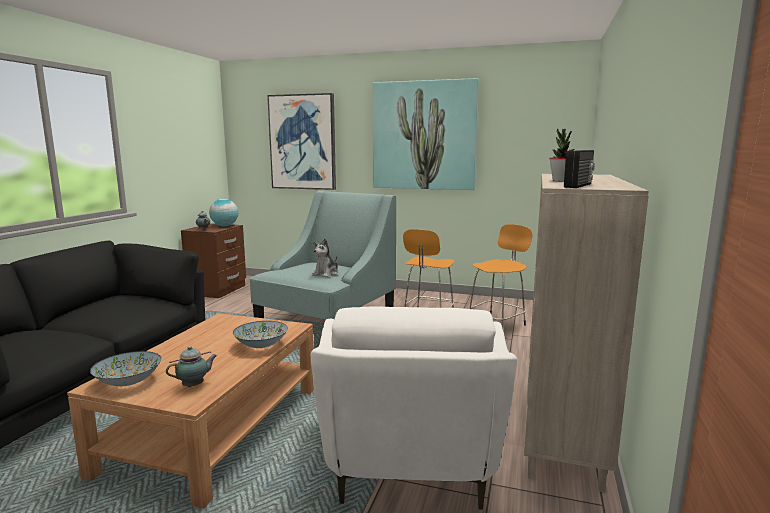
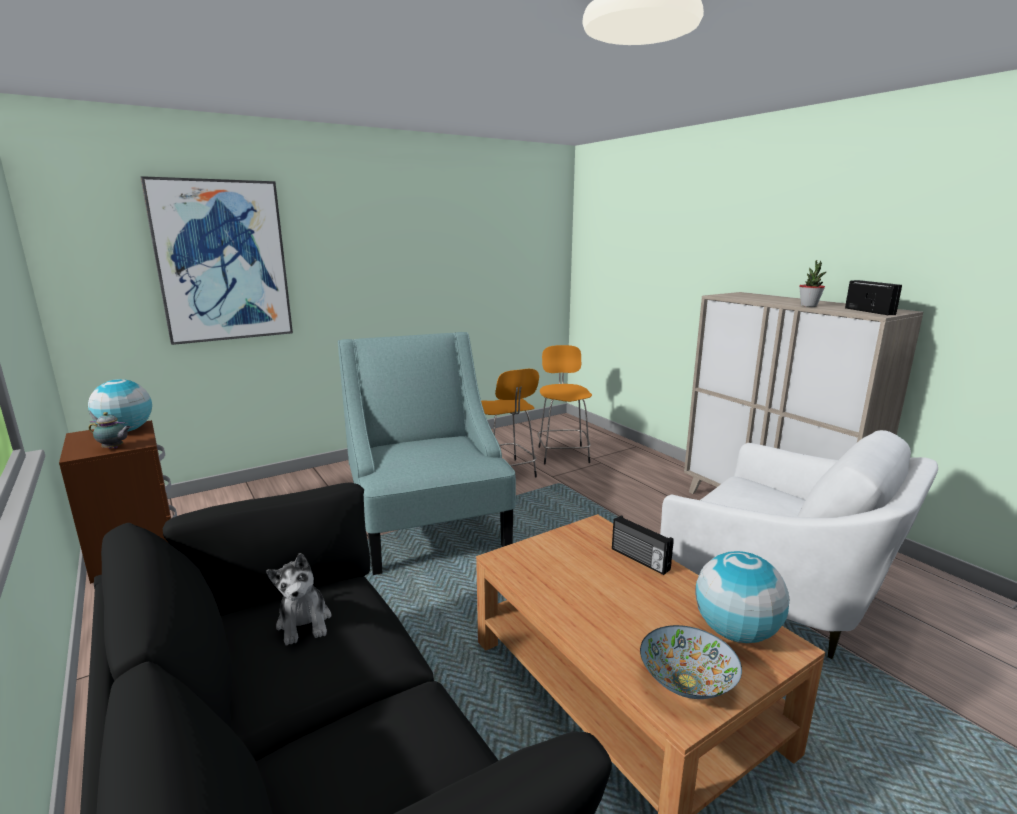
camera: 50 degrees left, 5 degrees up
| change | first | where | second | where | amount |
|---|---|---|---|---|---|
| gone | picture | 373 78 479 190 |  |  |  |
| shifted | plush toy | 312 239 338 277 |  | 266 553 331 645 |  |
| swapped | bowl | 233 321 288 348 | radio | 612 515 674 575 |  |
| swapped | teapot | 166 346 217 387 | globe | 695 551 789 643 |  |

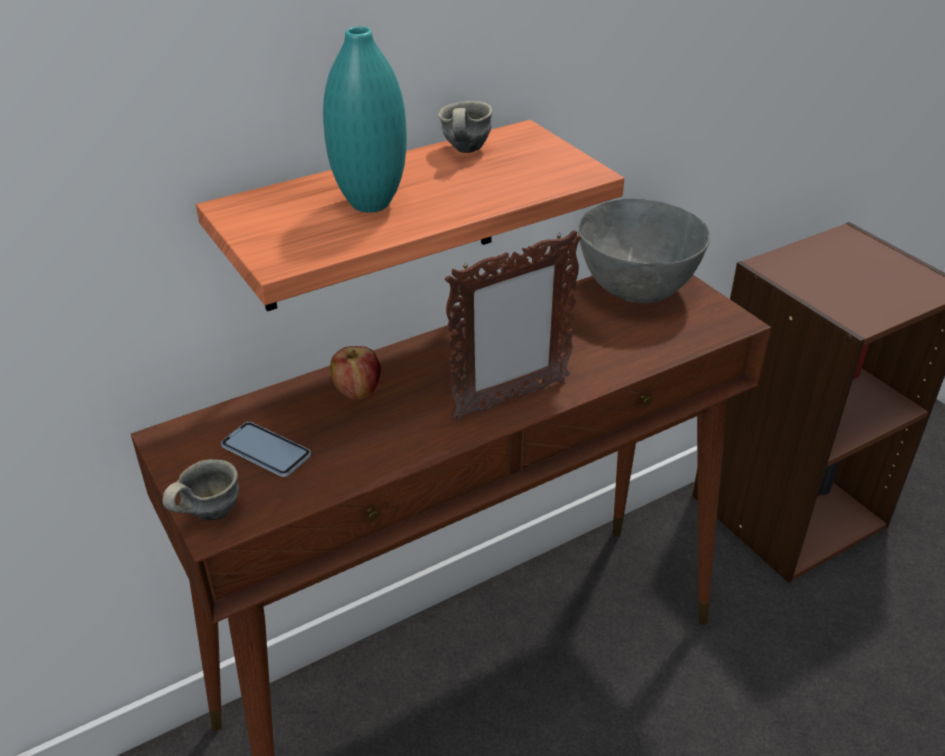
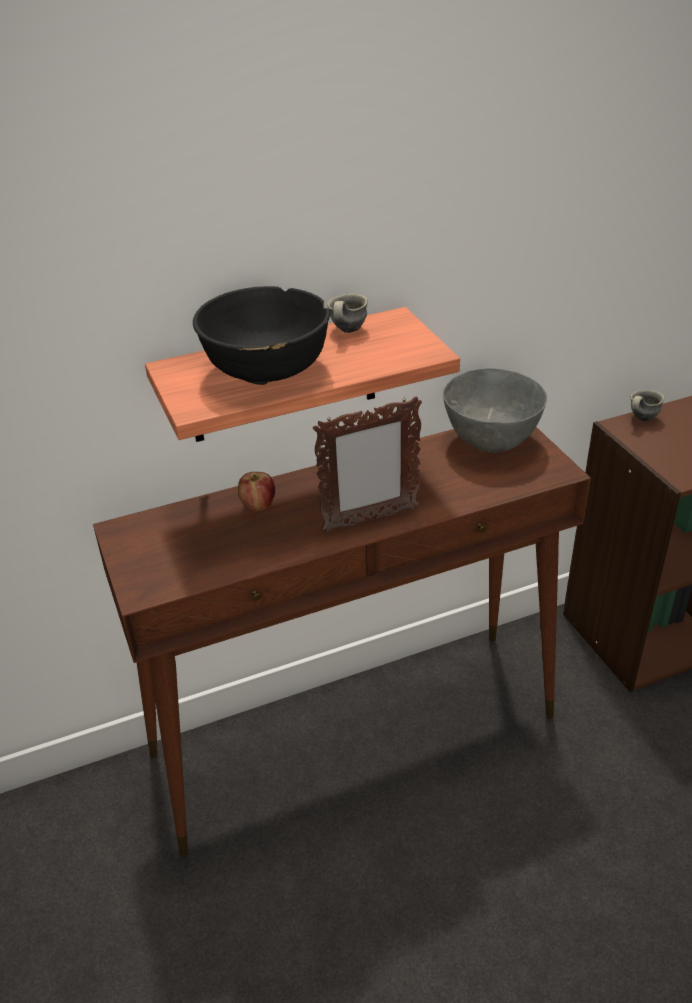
camera: 10 degrees right, 0 degrees up
| change | first | where | second | where | amount |
|---|---|---|---|---|---|
| swapped | turquoise vase | 323 26 407 213 | black bowl | 193 286 330 385 |  |
| gone | phone | 221 422 311 477 |  |  |  |
| shifted | grey mug | 163 459 239 520 |  | 631 390 665 421 |  |

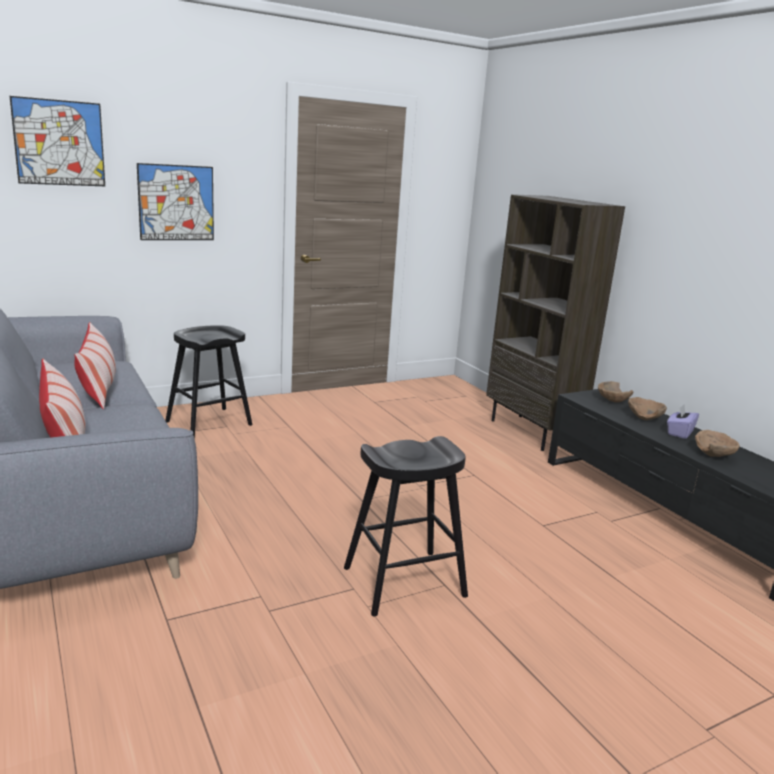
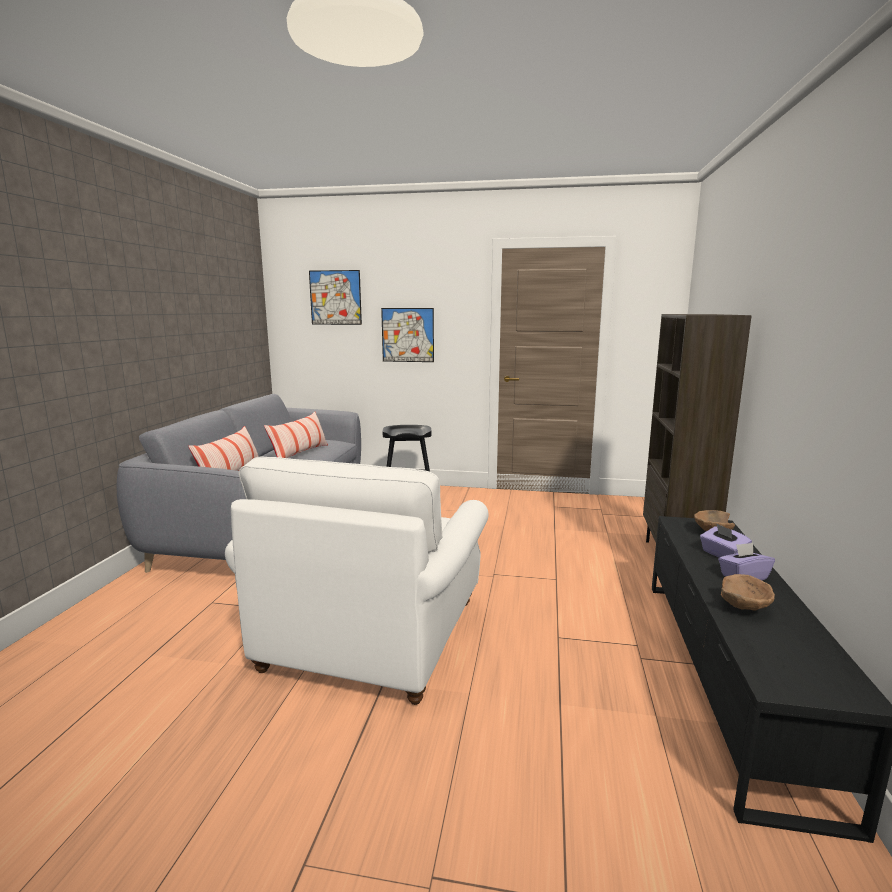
camera: 40 degrees right, 5 degrees down
| change | first | where | second | where | amount |
|---|---|---|---|---|---|
| swapped | brown bowl | 628 397 667 420 | purple tissue box | 700 524 752 558 |  |
| swapped | black stool | 344 436 468 616 | white armchair | 225 457 488 705 |  |

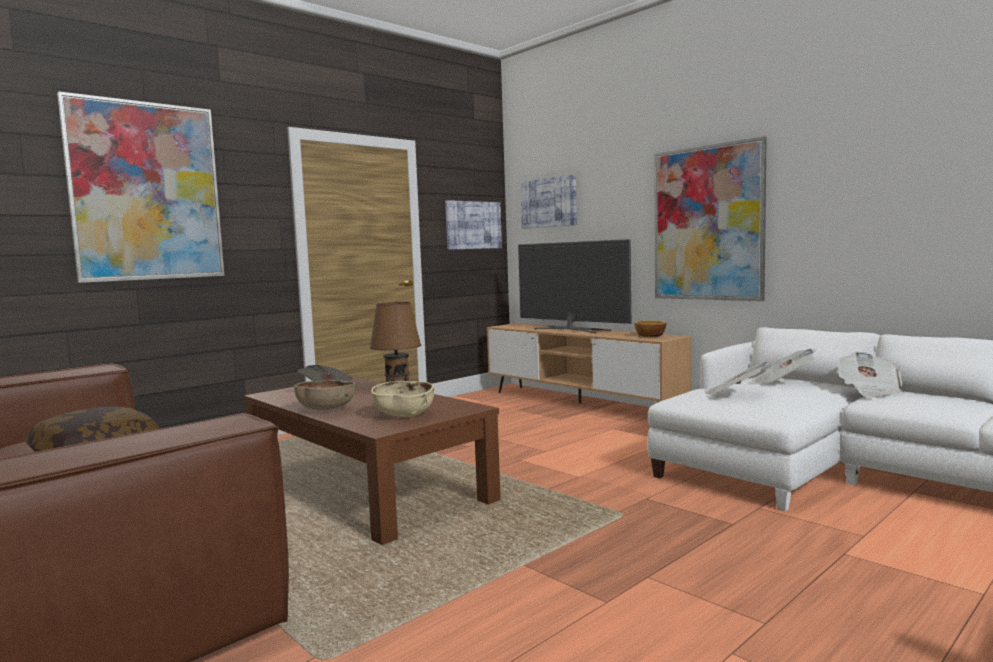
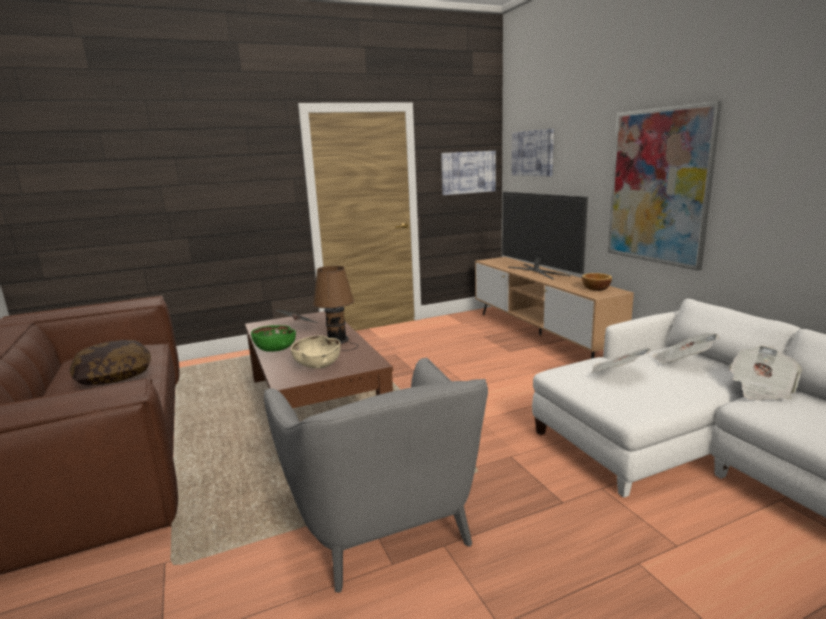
camera: 20 degrees right, 10 degrees up
| change | first | where | second | where | amount |
|---|---|---|---|---|---|
| gone | picture | 57 91 225 283 |  |  |  |
| repainted | brown bowl | 294 380 355 411 | green bowl | 251 325 296 352 |  |
| new |  |  | grey armchair | 264 358 488 592 |  |

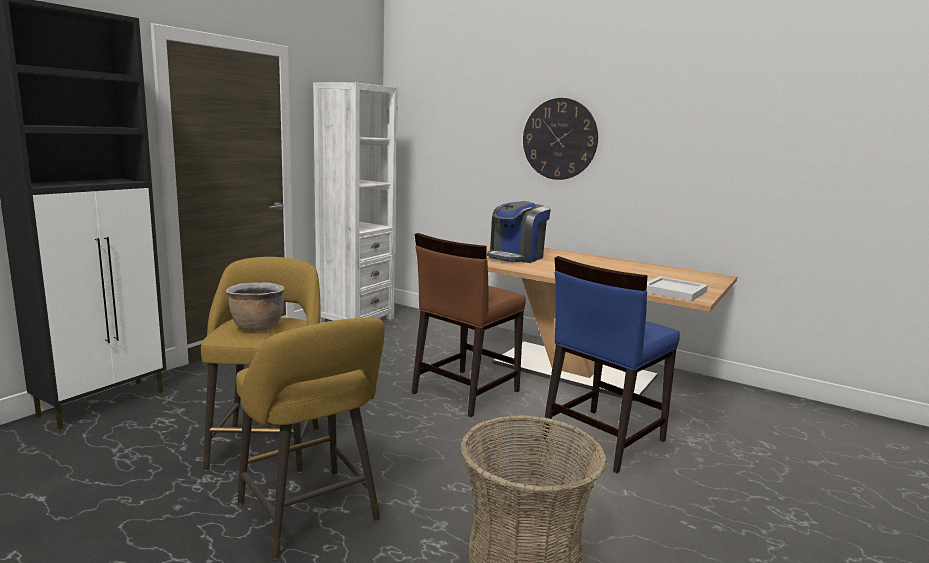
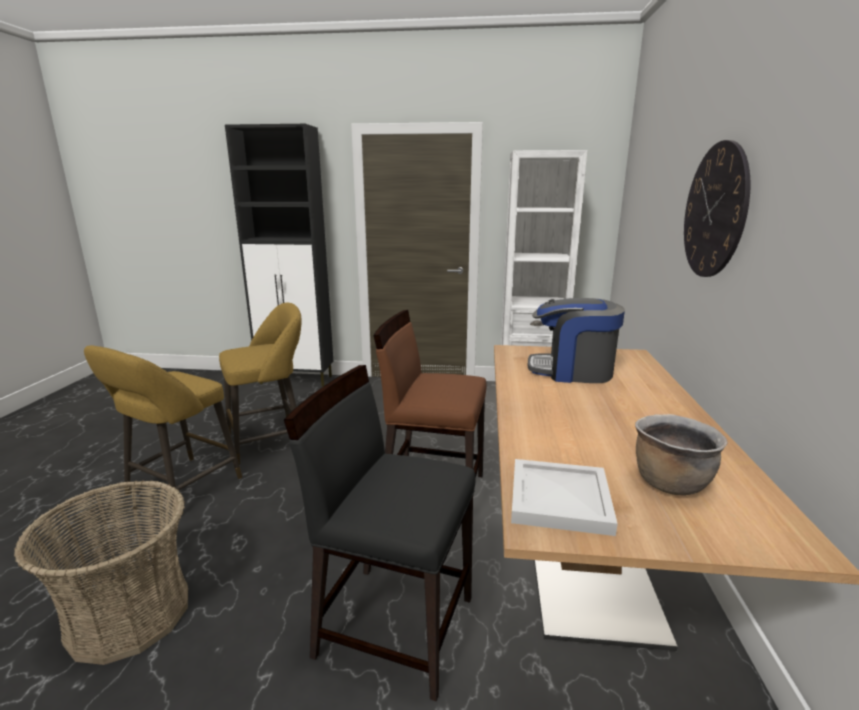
camera: 65 degrees right, 5 degrees up
| change | first | where | second | where | amount |
|---|---|---|---|---|---|
| repainted | blue chair | 542 256 680 473 | black chair | 284 365 476 702 |  |
| shifted | brown cooking pot | 226 282 285 331 |  | 635 414 728 495 |  |

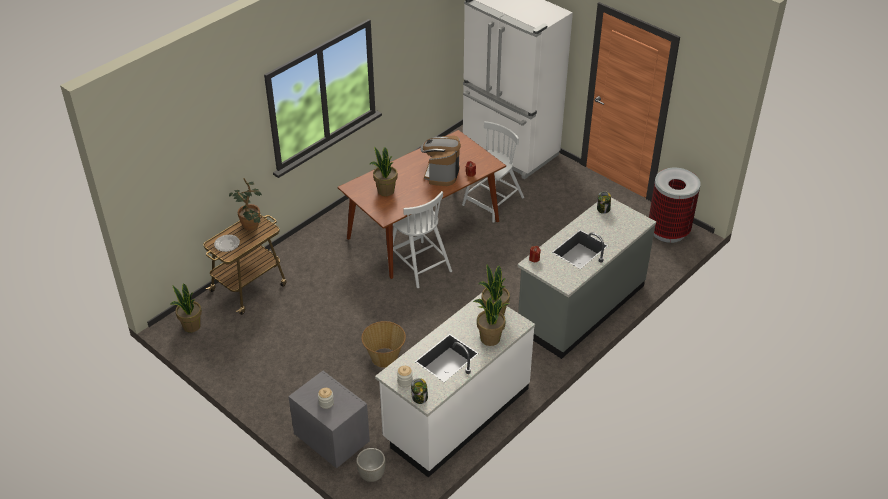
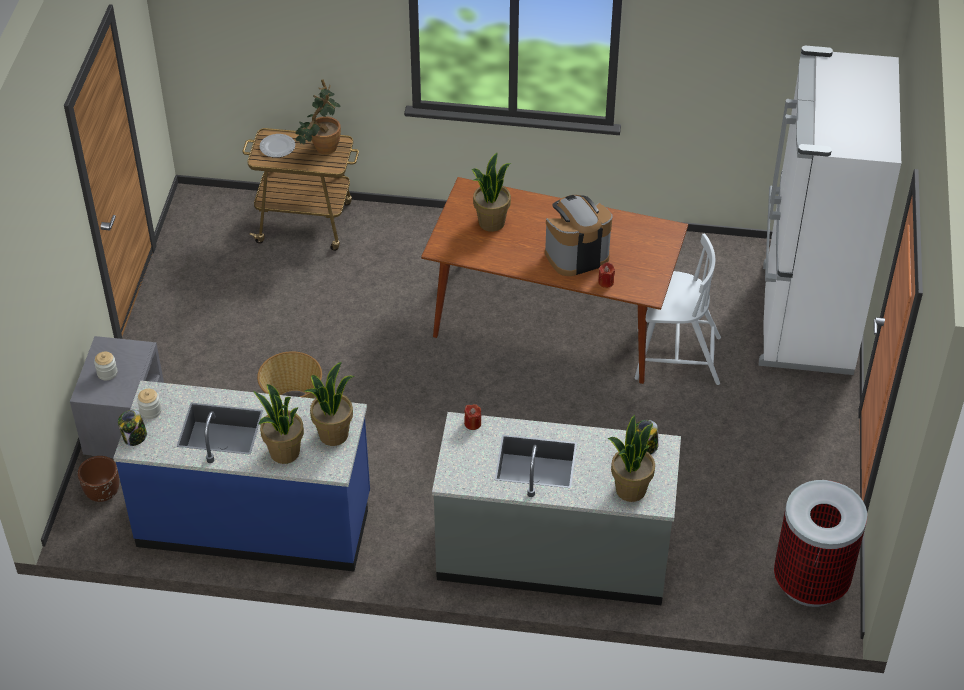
camera: 55 degrees right, 5 degrees up
| change | first | where | second | where | amount |
|---|---|---|---|---|---|
| gone | white chair | 387 191 452 288 |  |  |  |
| shifted | potted plant | 170 283 202 333 |  | 608 414 655 502 |  |
| repainted | white counter | 375 293 535 477 | blue counter | 113 380 370 571 |  |
| repainted | grey planter | 356 448 385 482 | brown planter | 78 456 119 502 |  |

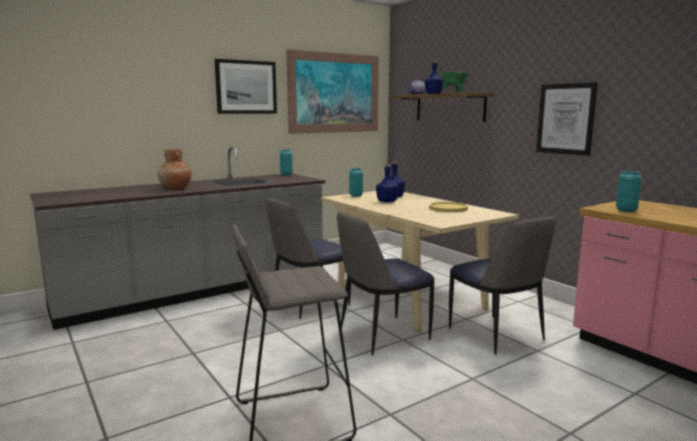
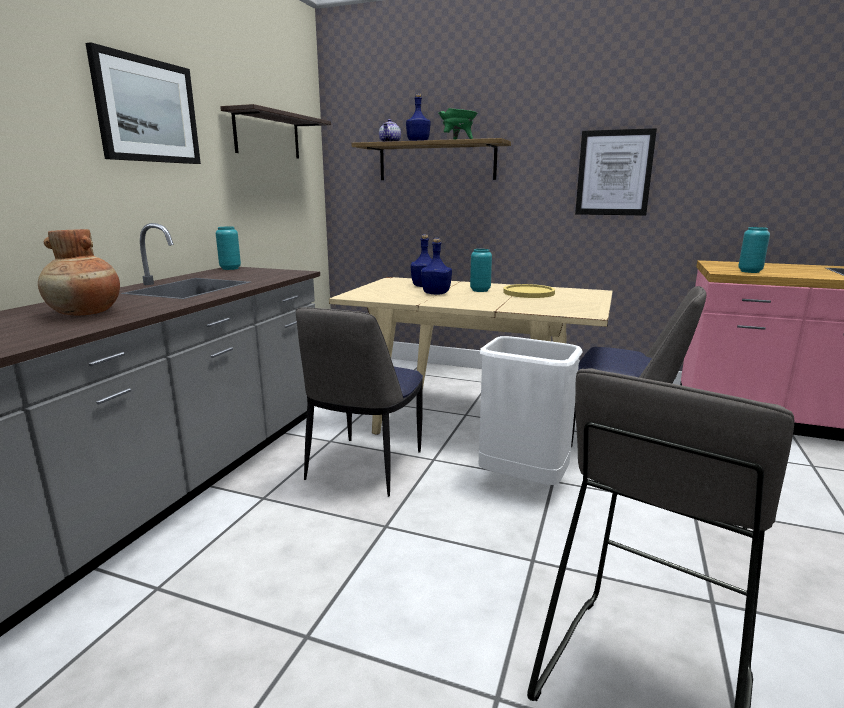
camera: 35 degrees left, 5 degrees up
| change | first | where | second | where | amount |
|---|---|---|---|---|---|
| swapped | picture | 287 49 379 134 | shelf | 220 104 331 159 |  |
| shifted | turquoise vase | 349 168 363 197 |  | 470 249 492 292 |  |
| swapped | chair | 337 211 434 355 | white trash can | 479 336 583 485 |  |

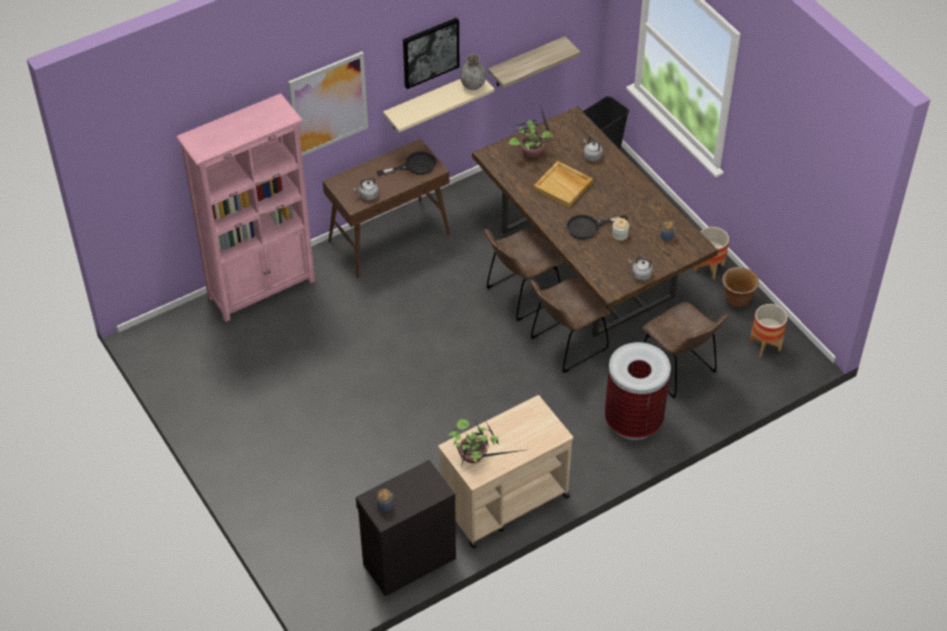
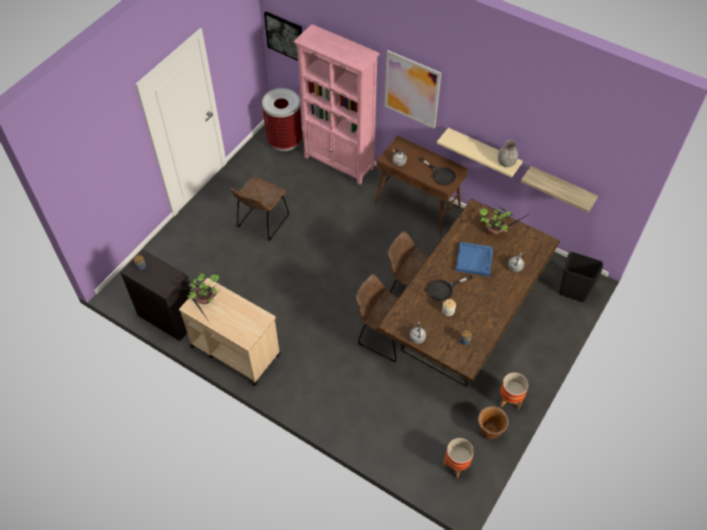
camera: 65 degrees right, 5 degrees up
| change | first | where | second | where | amount |
|---|---|---|---|---|---|
| shifted | picture | 403 18 459 89 |  | 264 11 302 61 |  |
| repainted | beige tray | 533 161 593 208 | blue tray | 456 242 493 276 |  |
| rotated | black frying pan | 567 215 628 239 |  | 427 275 473 301 | 75 degrees counterclockwise |
| shifted | brown chair | 642 302 727 398 |  | 230 177 289 241 |  |
| shifted | trash can | 605 342 671 440 |  | 262 88 302 151 |  |

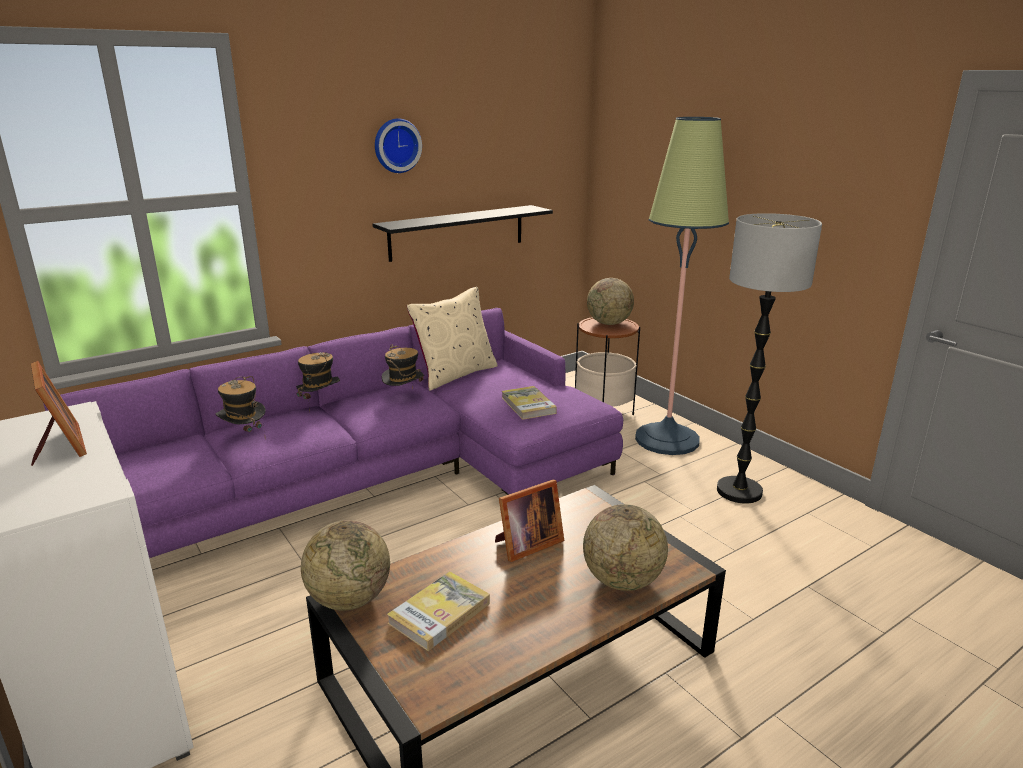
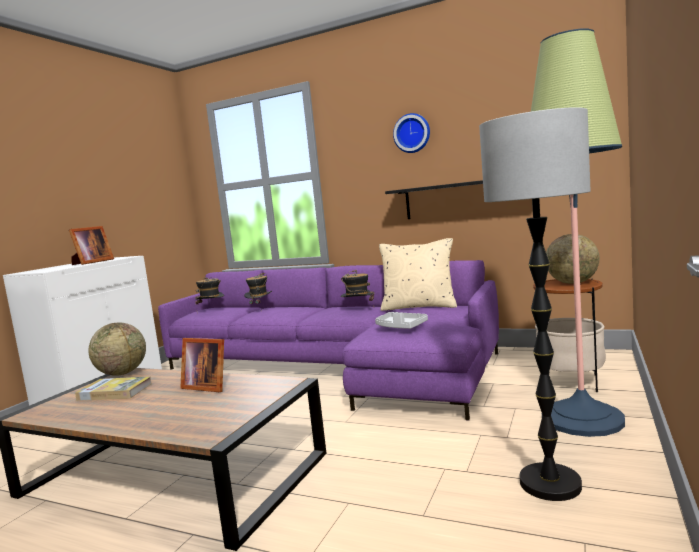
camera: 60 degrees right, 15 degrees down
| change | first | where | second | where | amount |
|---|---|---|---|---|---|
| shifted | hat | 296 352 340 411 |  | 195 277 224 309 |  |
| swapped | book | 502 386 557 420 | grey tray | 375 312 428 329 |  |
| gone | globe | 583 504 668 591 |  |  |  |

